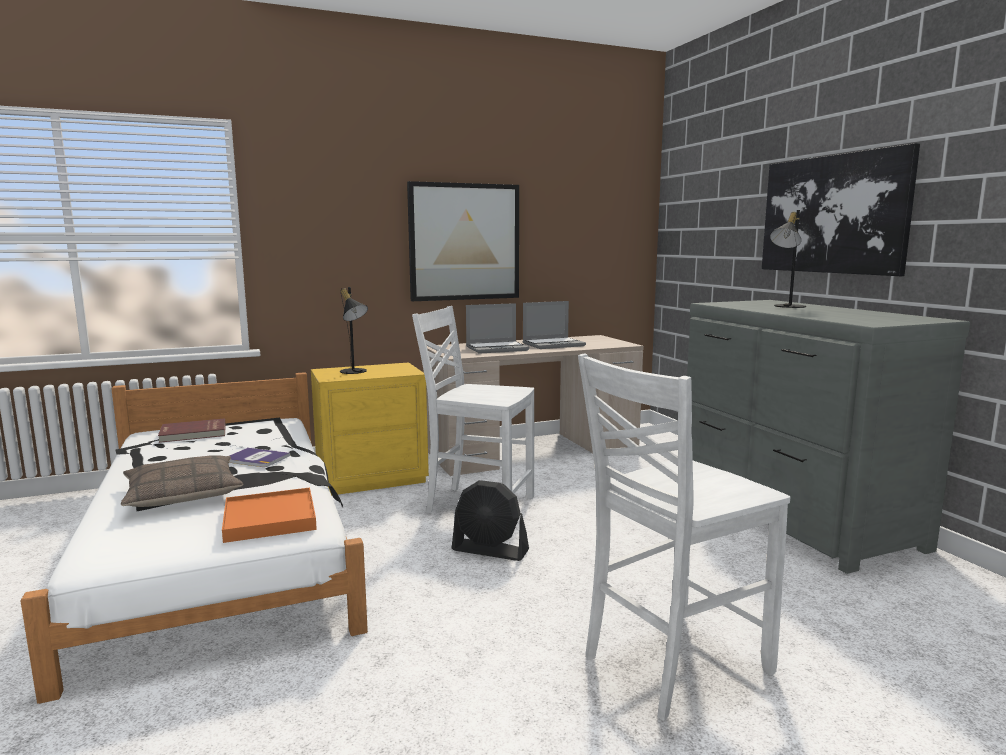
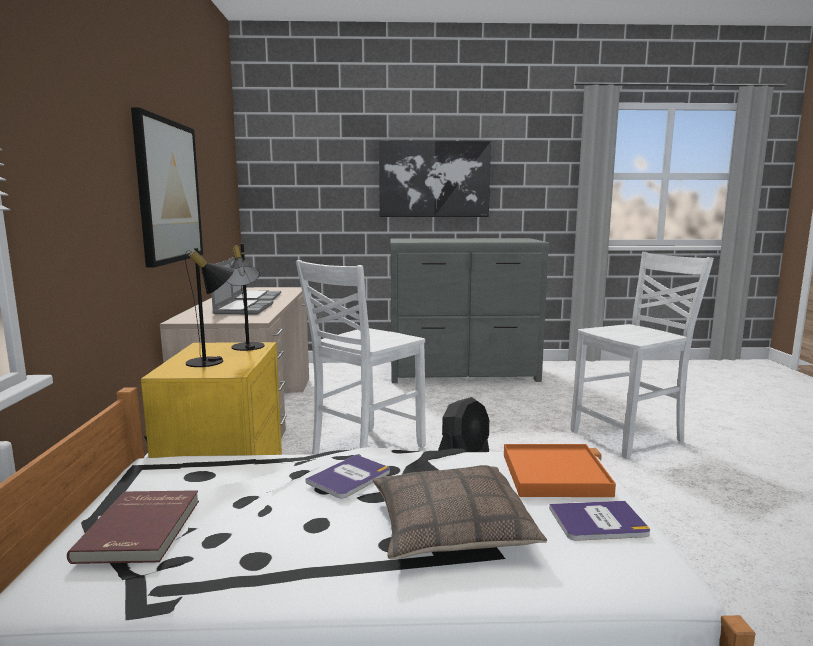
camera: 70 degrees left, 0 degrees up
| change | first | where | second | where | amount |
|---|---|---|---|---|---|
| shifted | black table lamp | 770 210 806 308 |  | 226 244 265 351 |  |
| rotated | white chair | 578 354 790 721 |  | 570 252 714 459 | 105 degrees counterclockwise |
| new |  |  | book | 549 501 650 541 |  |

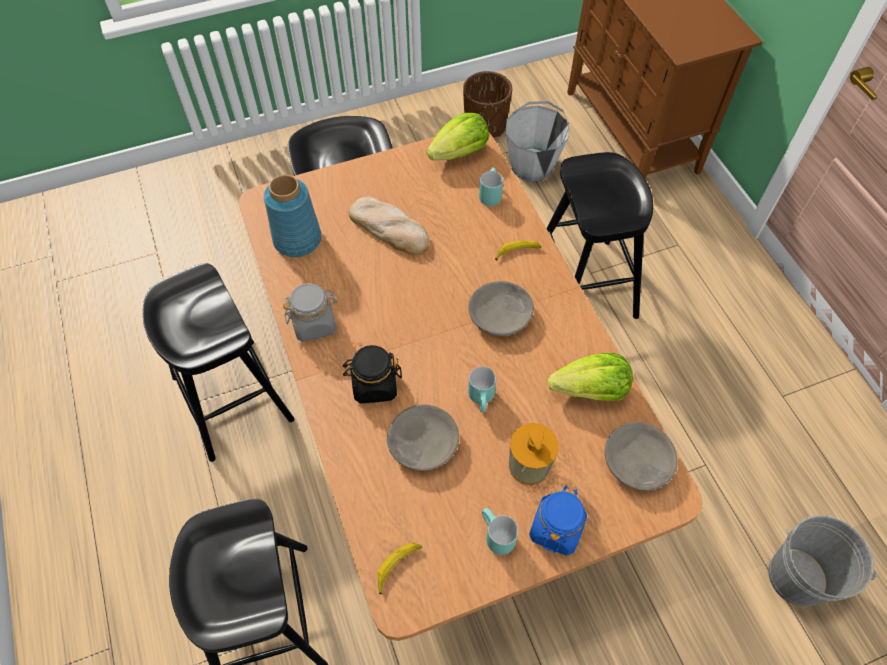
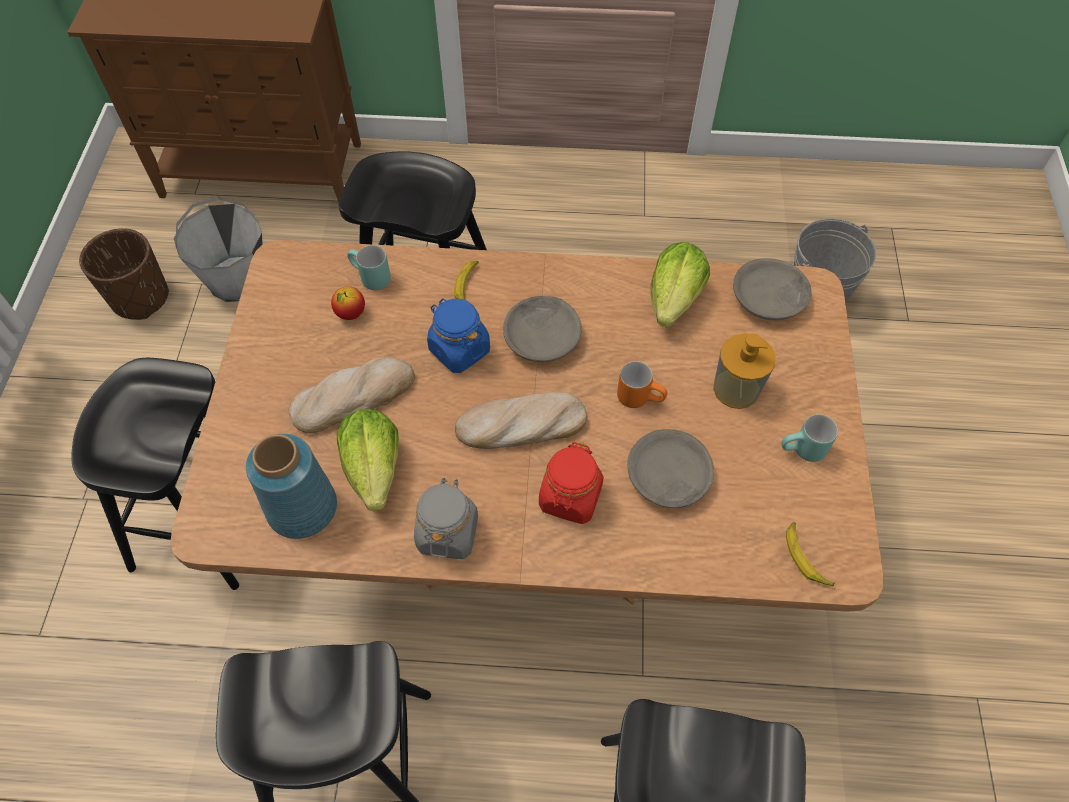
camera: 65 degrees left, 0 degrees up
| change | first | where | second | where | amount |
|---|---|---|---|---|---|
| shifted | lettuce | 427 113 489 160 |  | 337 409 399 511 |  |
| repainted | black jar | 343 345 402 403 | red jar | 539 442 604 524 |  |
| repainted | turquoise mug | 468 366 496 412 | orange mug | 617 361 667 408 |  |
| shifted | blue jar | 529 485 587 555 |  | 427 298 490 373 |  |
| new |  |  | apple | 331 286 365 320 |  |
| new |  |  | bread | 455 392 587 449 |  |

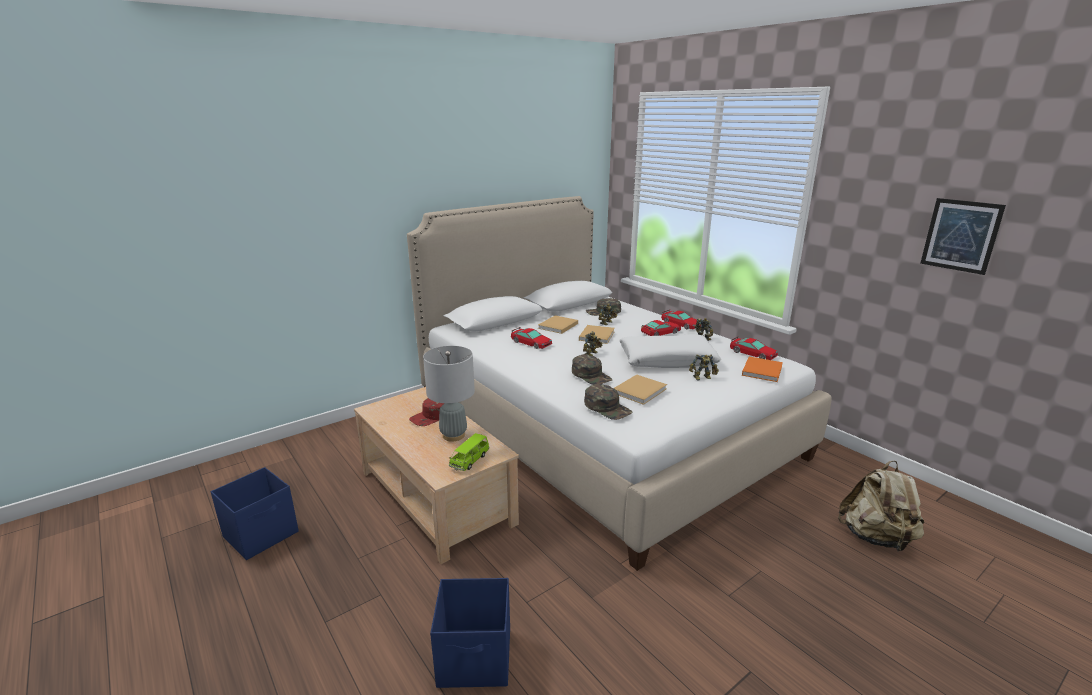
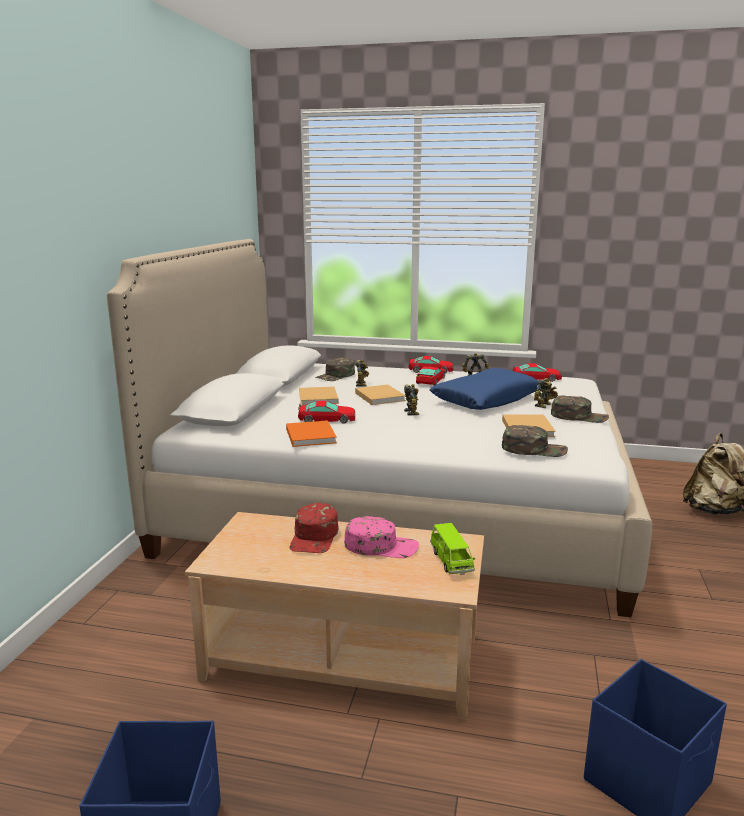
camera: 40 degrees left, 5 degrees down
| change | first | where | second | where | amount |
|---|---|---|---|---|---|
| gone | picture | 920 198 1006 275 |  |  |  |
| repainted | white pillow | 619 334 721 368 | blue pillow | 429 368 539 410 |  |
| swapped | grey table lamp | 423 346 475 442 | pink cap | 344 516 419 558 |  |
| shifted | green cap | 572 354 612 385 |  | 551 395 609 423 |  |
| shifted | orange book | 742 357 783 382 |  | 286 420 337 447 |  |

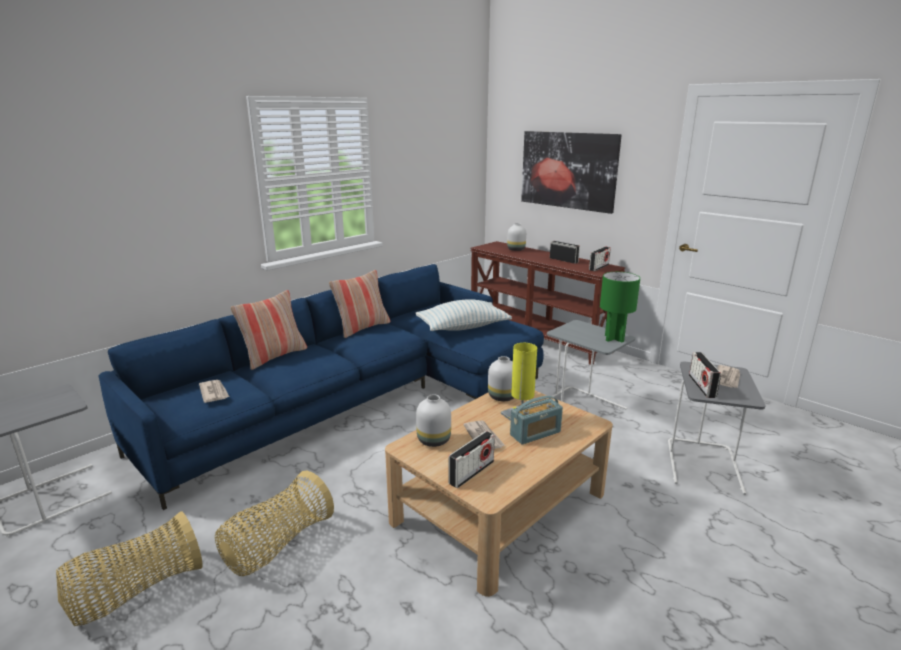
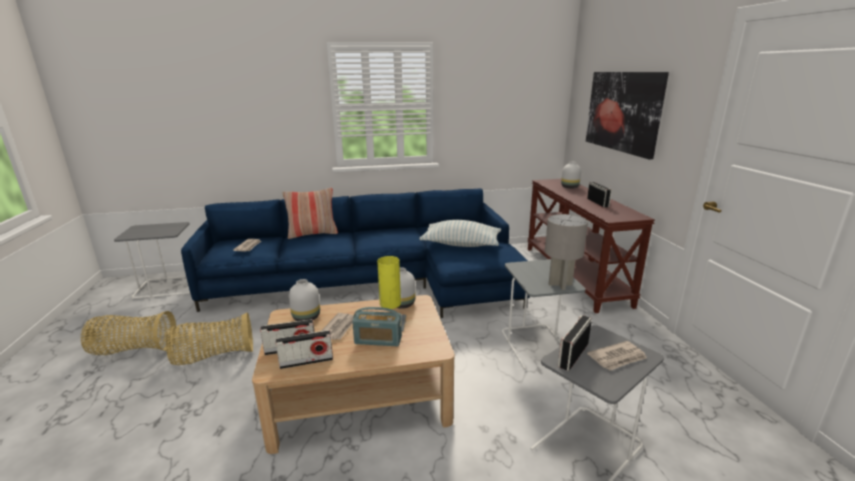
camera: 35 degrees right, 0 degrees up
| change | first | where | second | where | amount |
|---|---|---|---|---|---|
| shifted | radio | 589 247 611 271 |  | 276 330 333 369 |  |
| gone | pillow | 329 270 390 338 |  |  |  |
| repainted | green table lamp | 600 272 640 342 | grey table lamp | 545 214 588 290 |  |

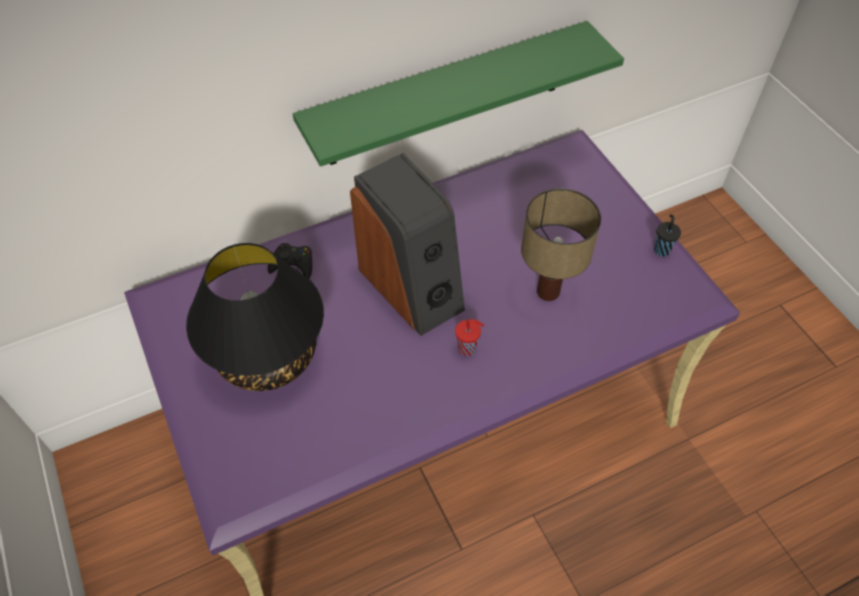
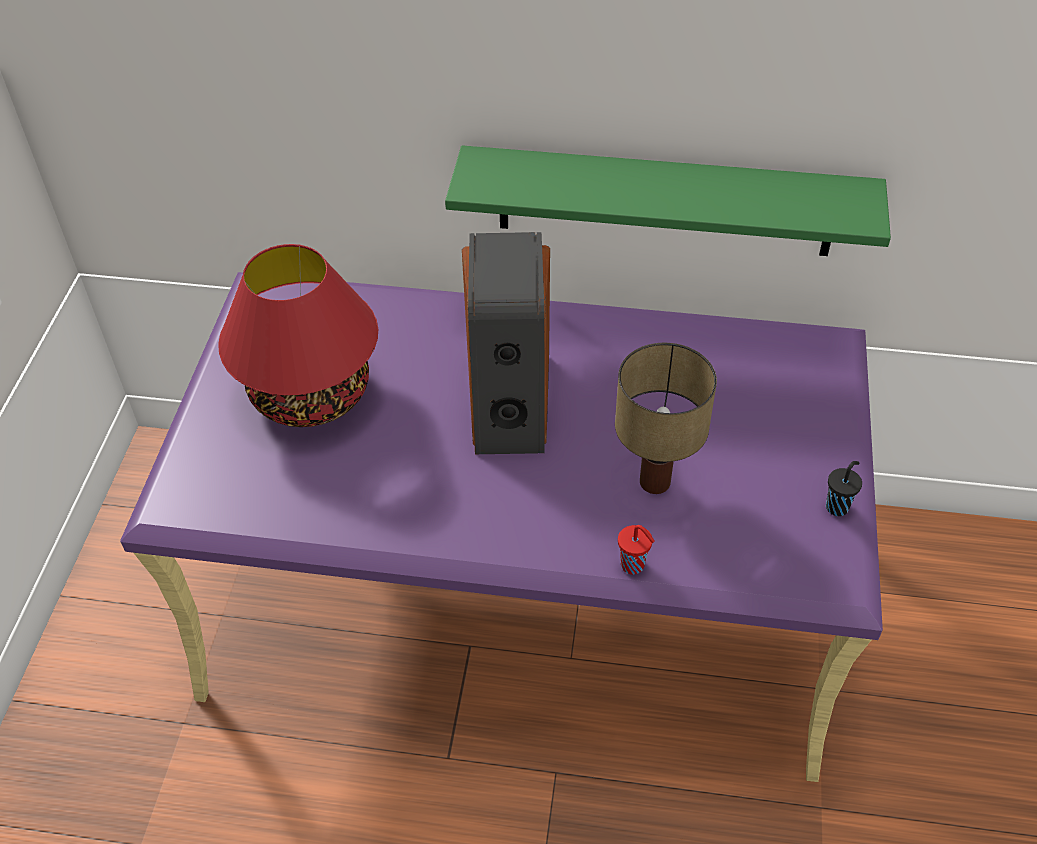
camera: 35 degrees right, 5 degrees down
| change | first | where | second | where | amount |
|---|---|---|---|---|---|
| repainted | black table lamp | 186 243 324 391 | red table lamp | 218 244 378 427 |  |
| gone | black game controller | 268 243 312 279 |  |  |  |
| shifted | red cup | 455 319 484 356 |  | 618 525 655 574 |  |

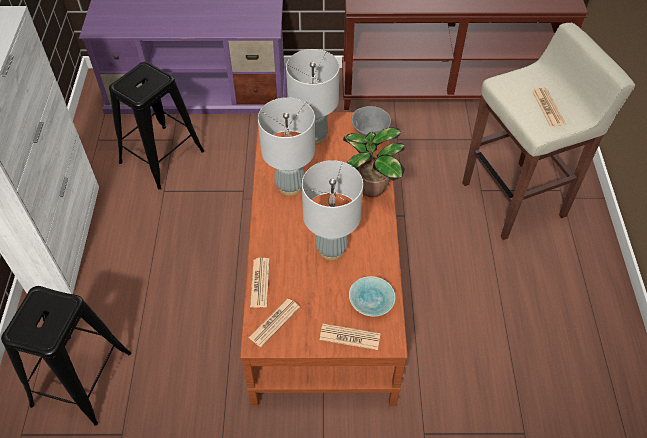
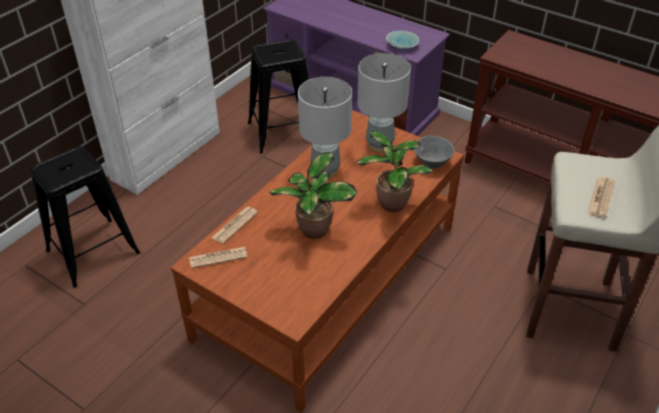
camera: 35 degrees right, 10 degrees down
| change | first | where | second | where | amount |
|---|---|---|---|---|---|
| swapped | grey table lamp | 302 160 363 261 | potted plant | 269 152 357 239 |  |
| shifted | turquoise bowl | 349 276 395 316 |  | 386 31 419 50 |  |
| gone | newspaper | 320 324 380 350 |  |  |  |

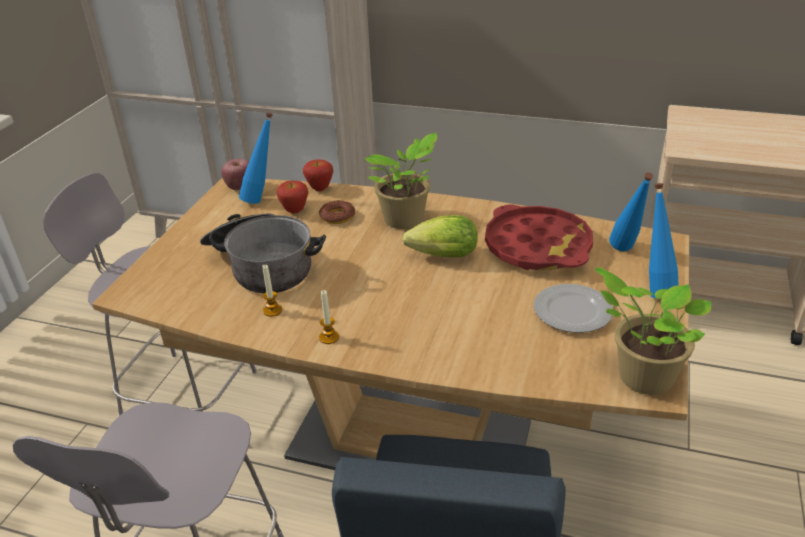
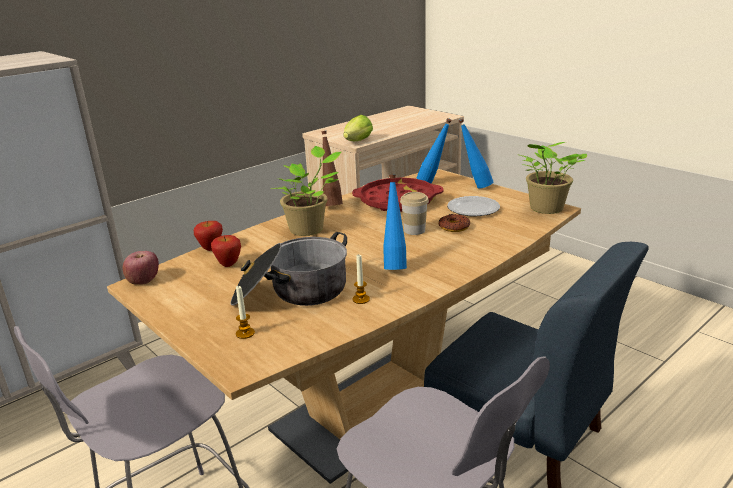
camera: 60 degrees left, 10 degrees down
| change | first | where | second | where | amount |
|---|---|---|---|---|---|
| shifted | blue bottle | 239 112 273 204 |  | 383 175 407 270 |  |
| shifted | donut | 319 200 355 224 |  | 438 214 470 232 |  |
| shifted | lettuce | 402 215 478 257 |  | 343 115 373 141 |  |
| shifted | candle | 319 290 339 344 |  | 236 285 255 339 |  |
| new |  |  | brown bottle | 321 131 343 206 |  |
| new |  |  | cup | 400 192 429 235 |  |

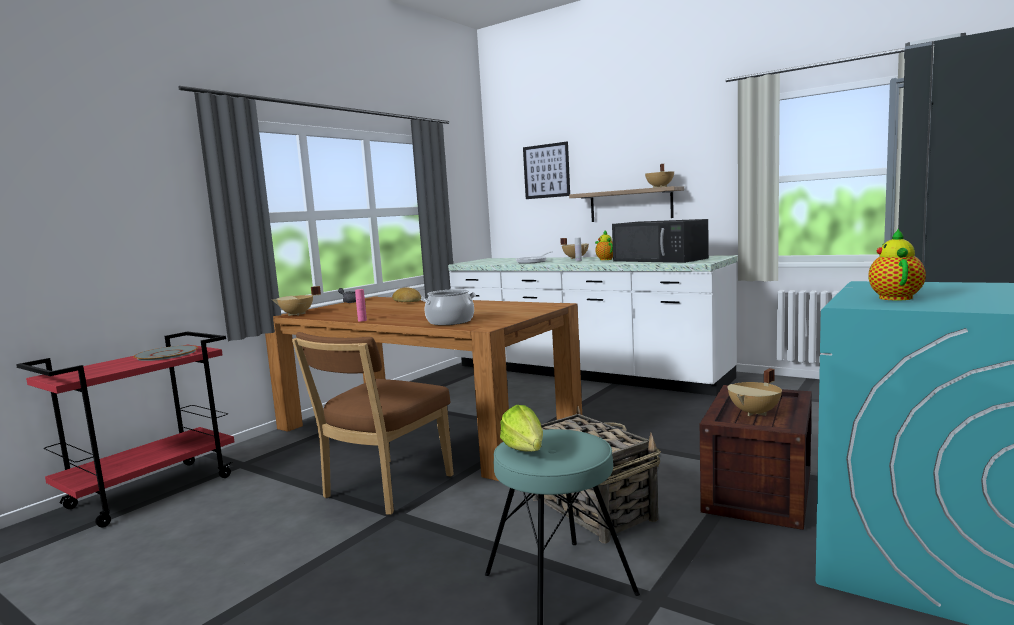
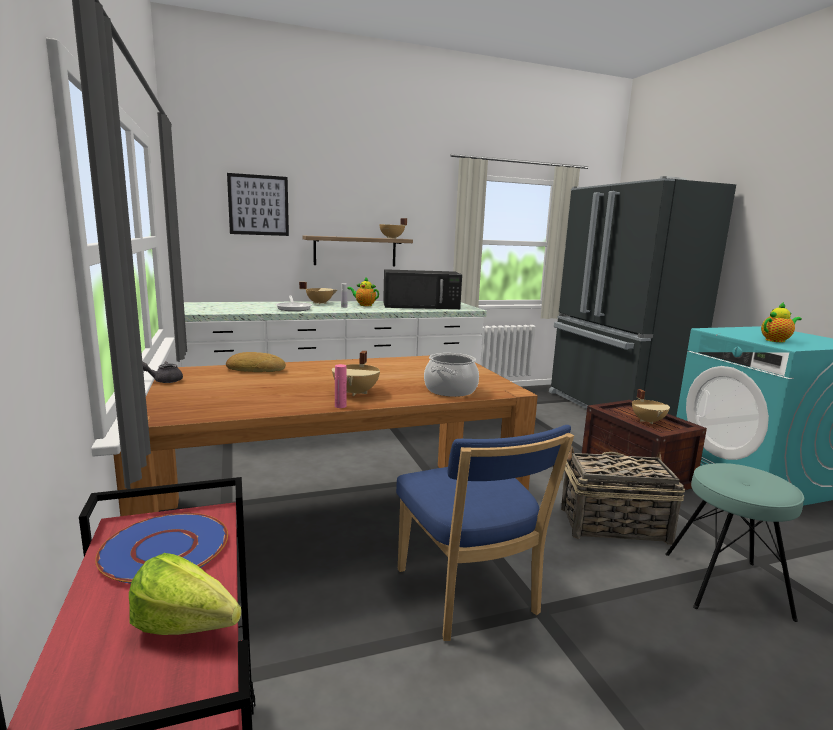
camera: 55 degrees left, 5 degrees up
| change | first | where | second | where | amount |
|---|---|---|---|---|---|
| rotated | teapot | 868 229 926 300 |  | 761 302 802 342 | 105 degrees clockwise |
| shifted | beige cooking pot | 272 286 321 316 |  | 332 351 380 396 |  |
| repainted | brown chair | 292 332 454 515 | blue chair | 396 425 574 641 |  |
| repainted | grey plate | 133 345 198 361 | blue plate | 95 513 228 584 |  |
| shifted | lettuce | 500 405 543 452 |  | 129 553 241 635 |  |

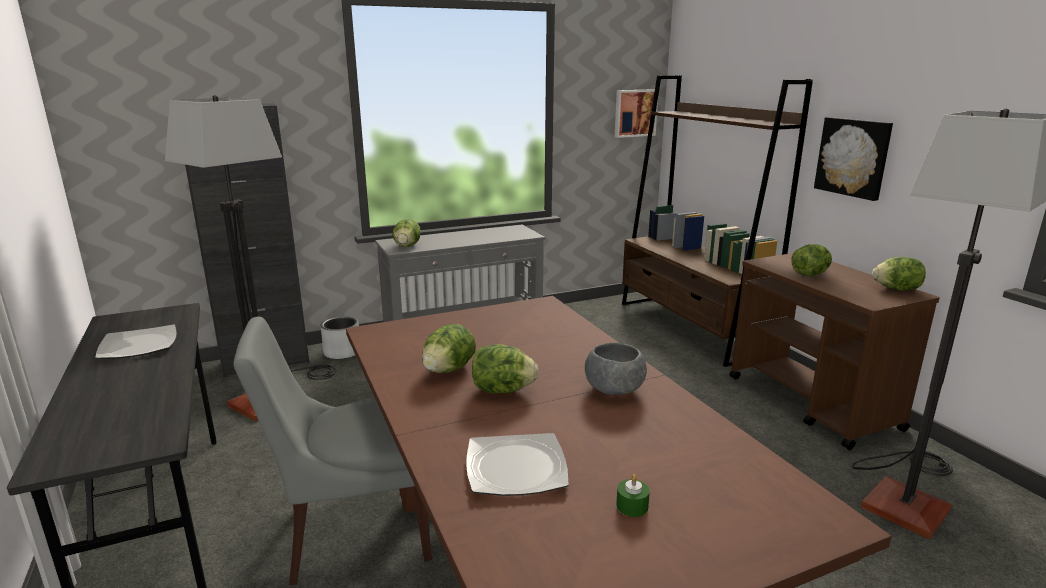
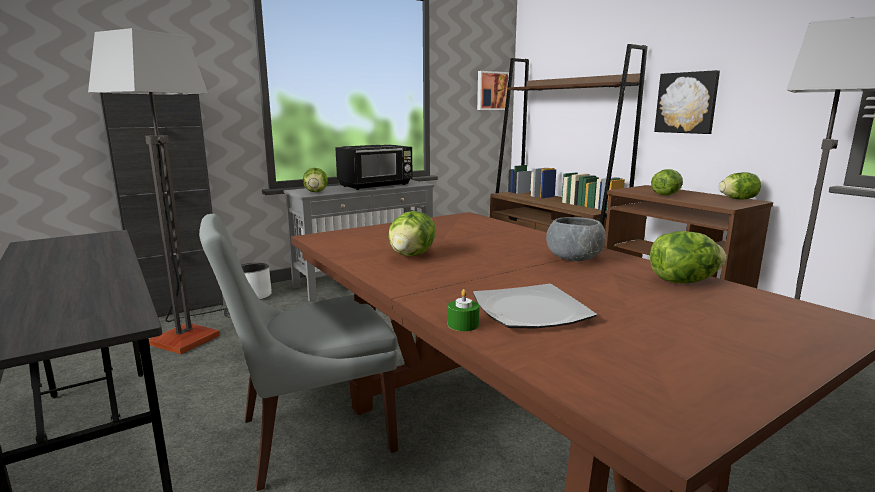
camera: 10 degrees left, 5 degrees down
| change | first | where | second | where | amount |
|---|---|---|---|---|---|
| gone | plate | 95 324 177 359 |  |  |  |
| shifted | lettuce | 472 344 539 393 |  | 650 231 727 284 |  |
| shifted | green candle | 616 474 650 517 |  | 448 289 480 331 |  |
| new |  |  | black microwave | 335 145 413 190 |  |

